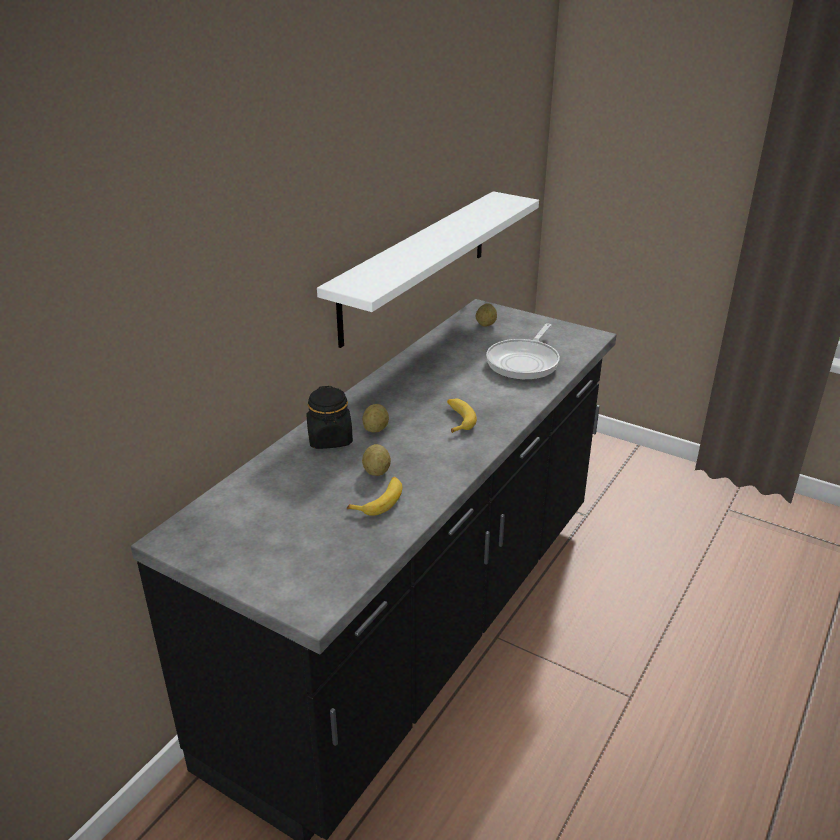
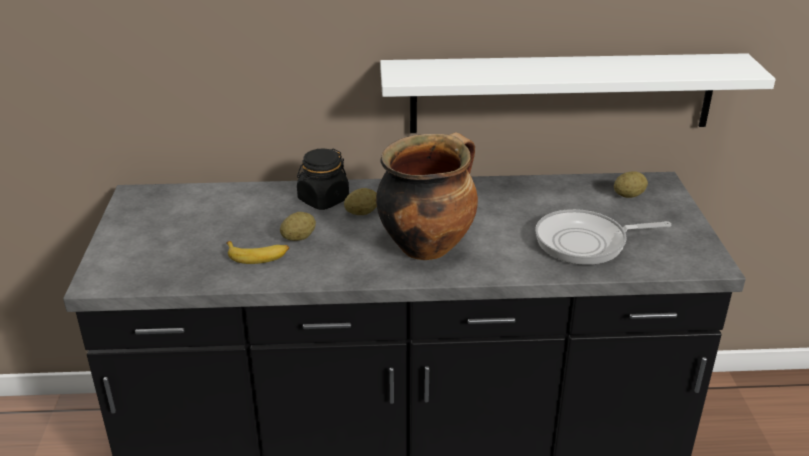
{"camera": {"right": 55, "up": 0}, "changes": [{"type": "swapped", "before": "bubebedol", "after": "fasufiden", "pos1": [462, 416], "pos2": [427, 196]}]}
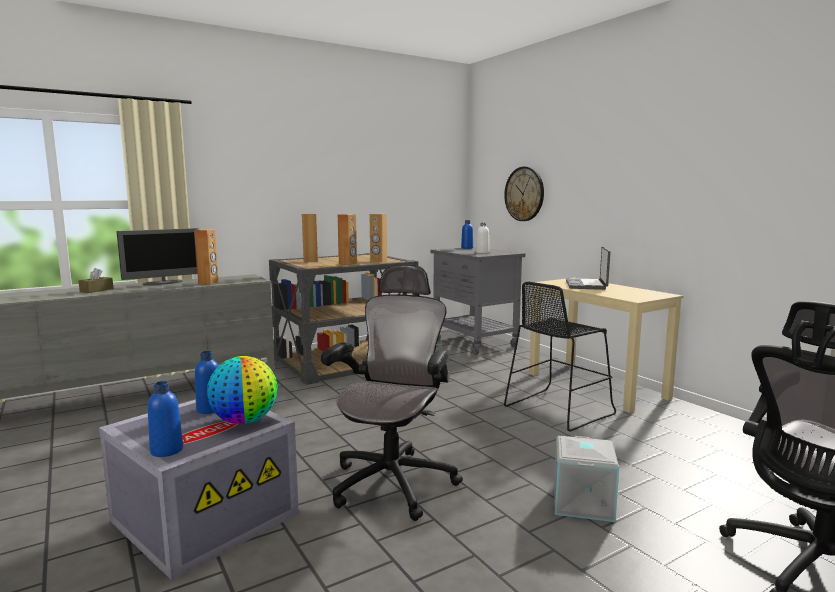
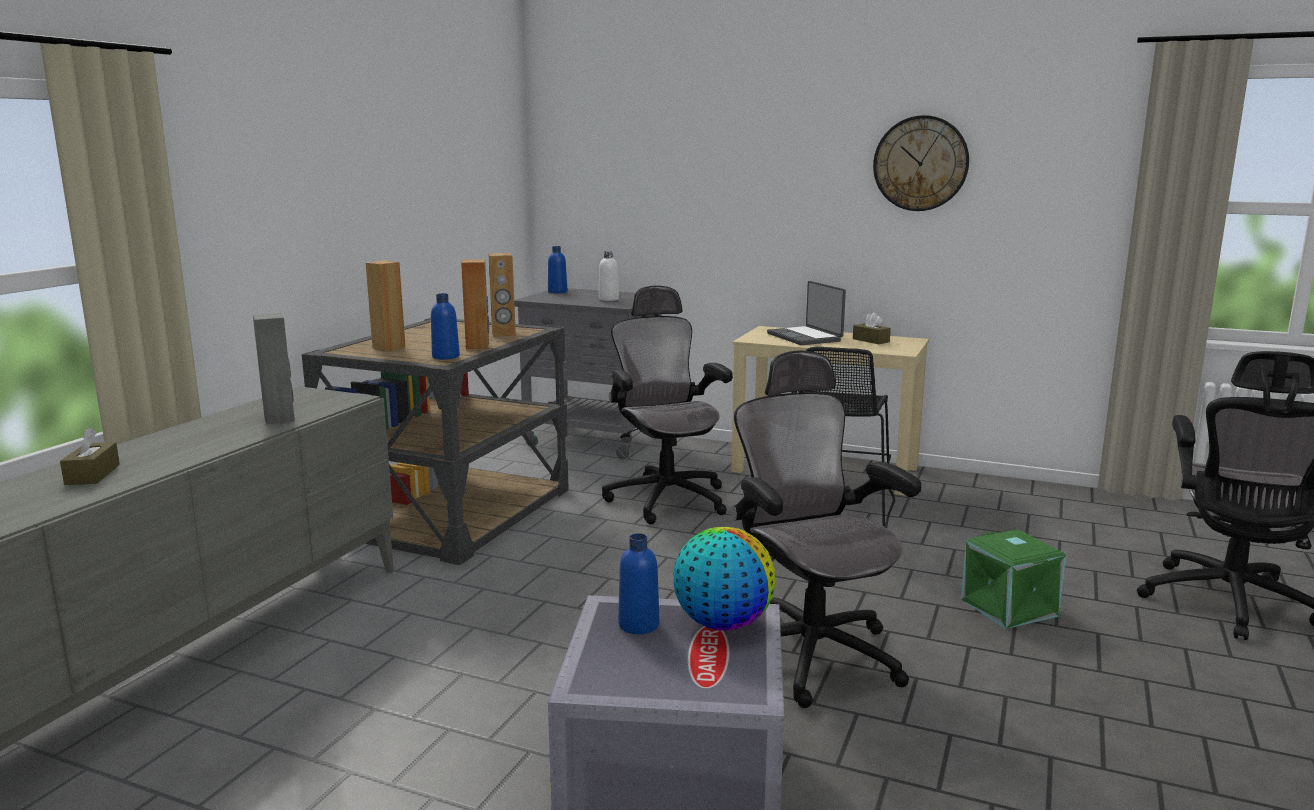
{"camera": {"right": -35, "up": 5}, "changes": [{"type": "repainted", "before": "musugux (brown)", "after": "musugux (grey)", "pos1": [206, 257], "pos2": [274, 368]}, {"type": "shifted", "before": "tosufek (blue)", "pos1": [165, 419], "pos2": [445, 326]}, {"type": "new", "after": "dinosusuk", "pos2": [667, 405]}, {"type": "new", "after": "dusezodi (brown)", "pos2": [872, 328]}, {"type": "shifted", "before": "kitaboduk", "pos1": [524, 194], "pos2": [921, 163]}, {"type": "repainted", "before": "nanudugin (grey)", "after": "nanudugin (green)", "pos1": [586, 479], "pos2": [1013, 579]}, {"type": "gone", "before": "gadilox", "pos1": [158, 256]}]}
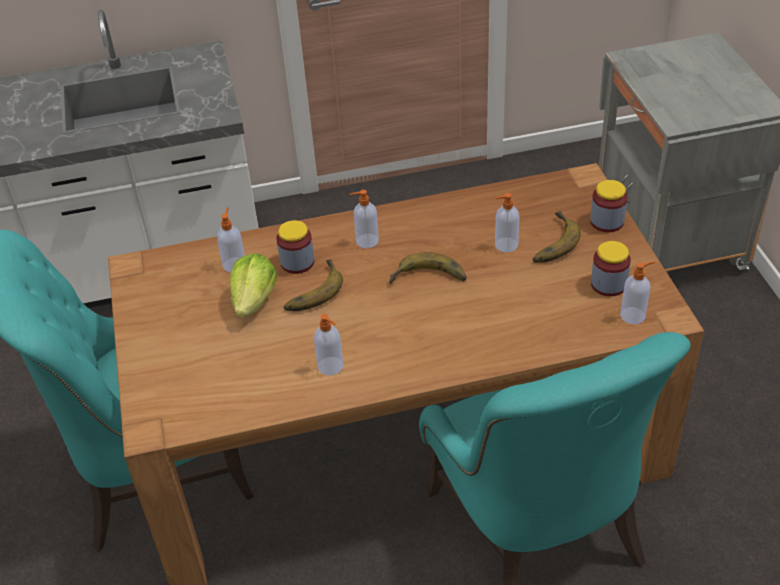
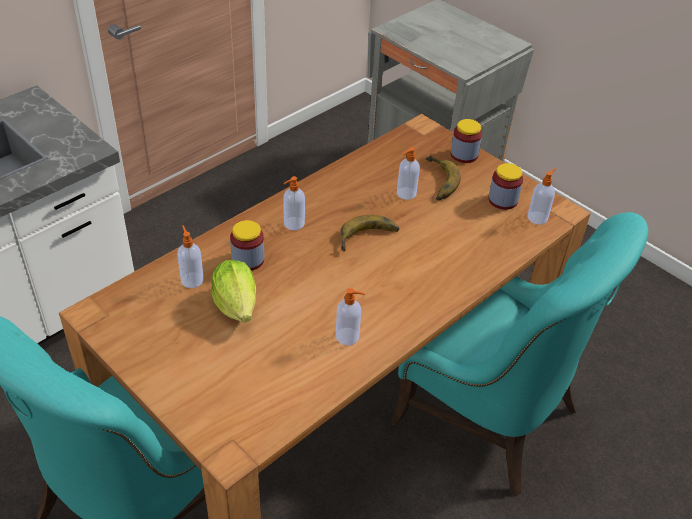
{"camera": {"right": -35, "up": 0}, "changes": [{"type": "gone", "before": "bubebedol", "pos1": [313, 285]}]}
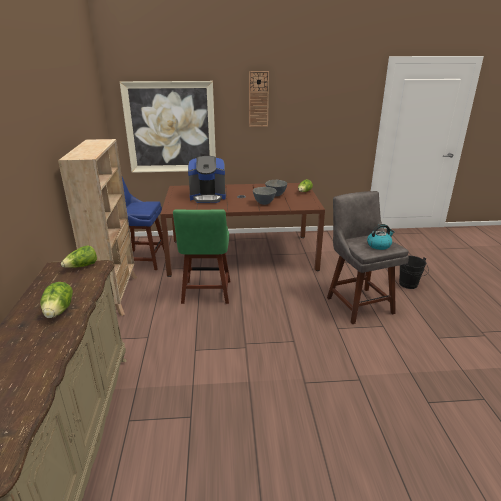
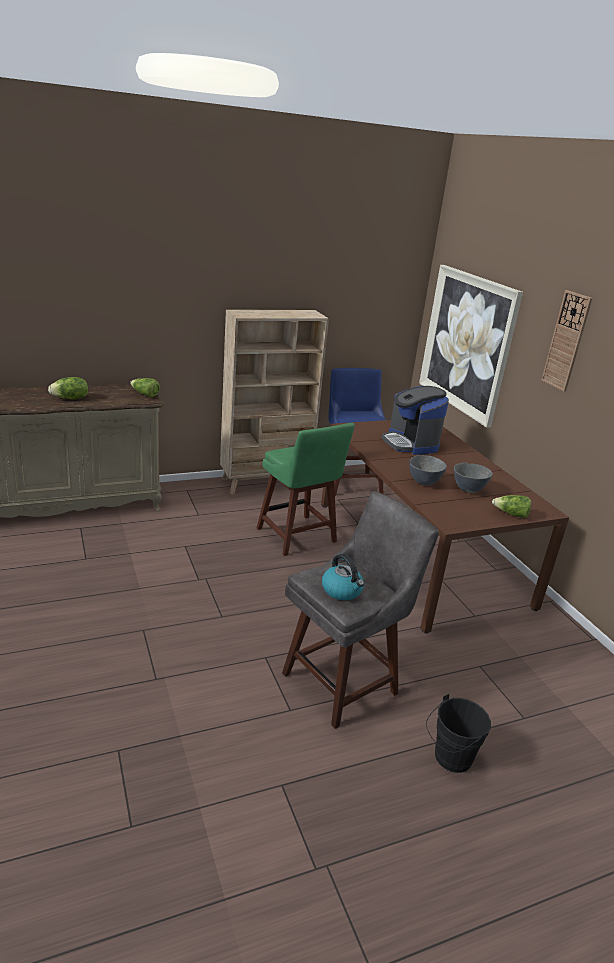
{"camera": {"right": 70, "up": 0}, "changes": [{"type": "rotated", "before": "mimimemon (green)", "pos1": [201, 256], "pos2": [305, 489], "turn": -105}]}
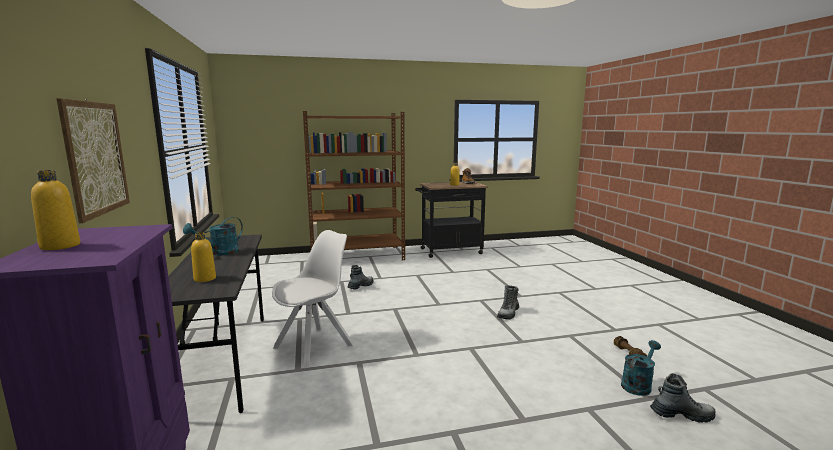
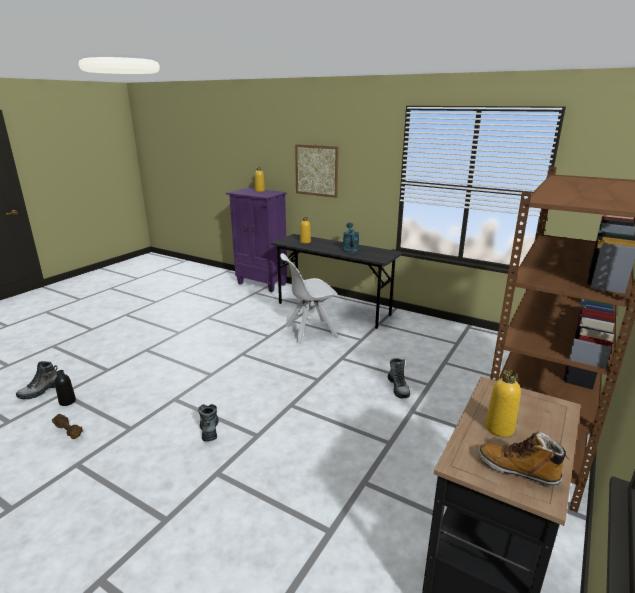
{"camera": {"right": 135, "up": 10}, "changes": [{"type": "swapped", "before": "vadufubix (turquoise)", "after": "tosufek (black)", "pos1": [641, 368], "pos2": [65, 388]}, {"type": "rotated", "before": "mimimemon (white)", "pos1": [313, 299], "pos2": [309, 298], "turn": 75}]}
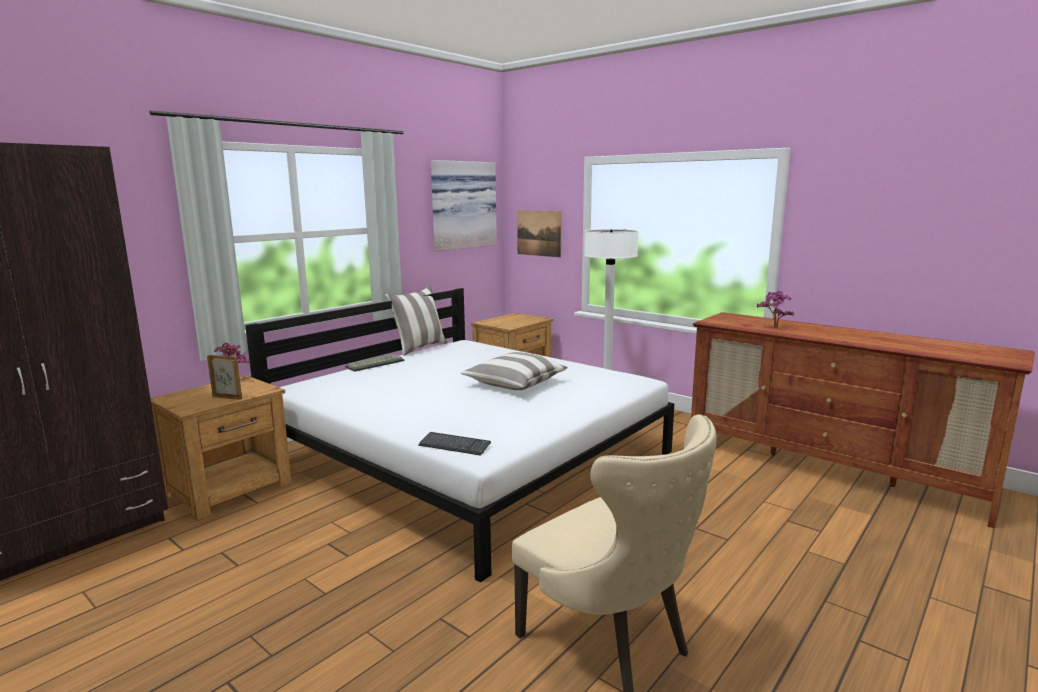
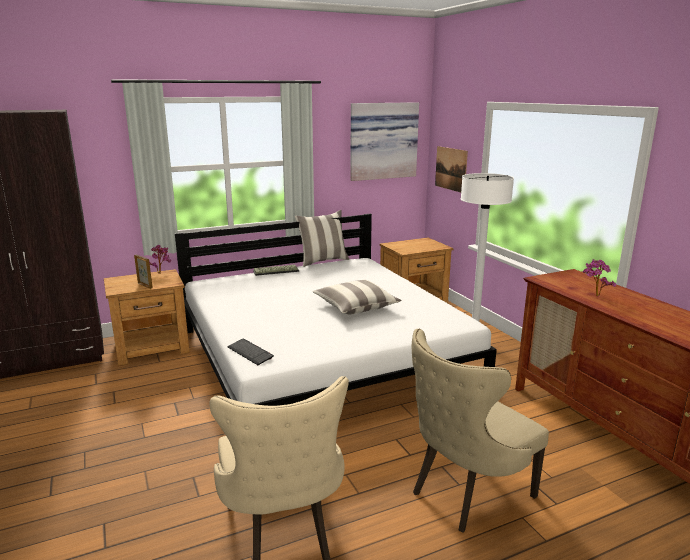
{"camera": {"right": 25, "up": 5}, "changes": [{"type": "new", "after": "mimimemon (beige)", "pos2": [480, 430]}]}
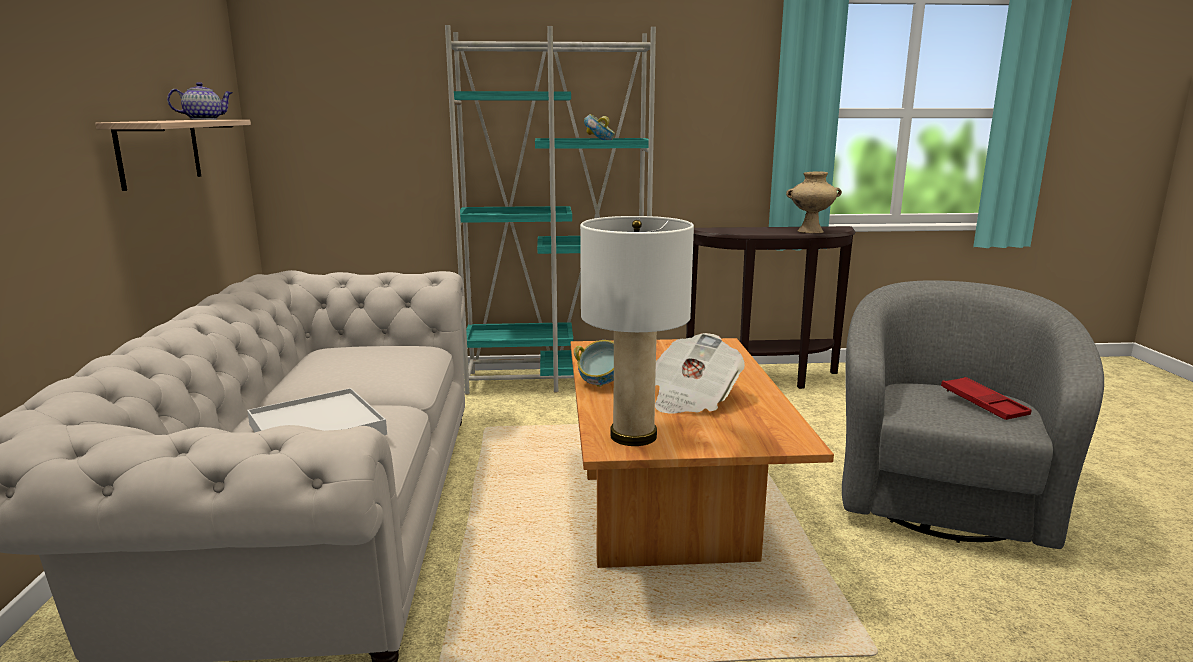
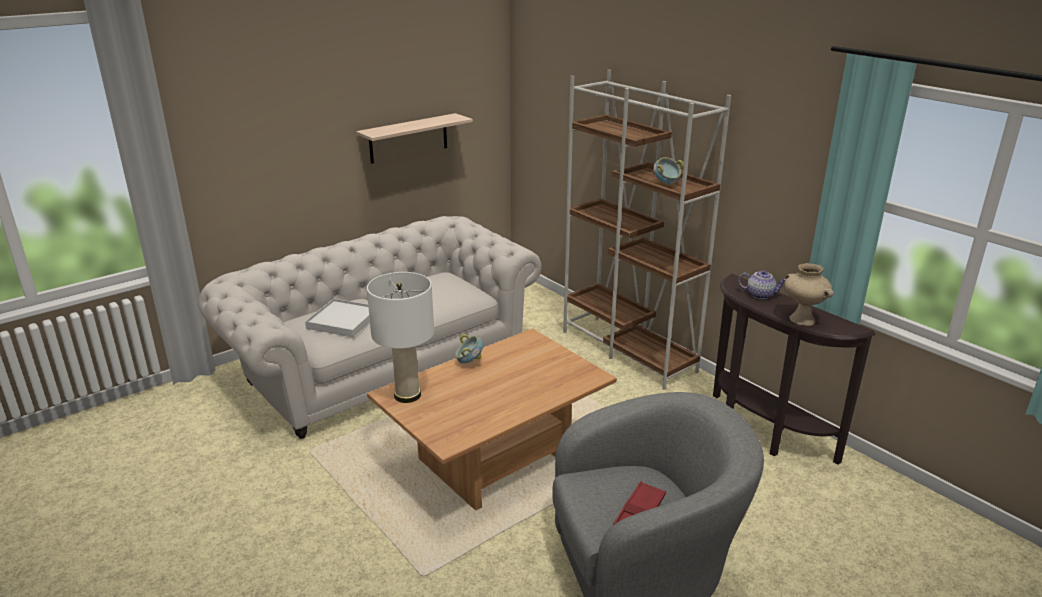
{"camera": {"right": 55, "up": 10}, "changes": [{"type": "repainted", "before": "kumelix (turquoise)", "after": "kumelix (brown)", "pos1": [550, 210], "pos2": [647, 230]}, {"type": "shifted", "before": "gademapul", "pos1": [199, 101], "pos2": [762, 284]}, {"type": "gone", "before": "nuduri", "pos1": [700, 373]}]}
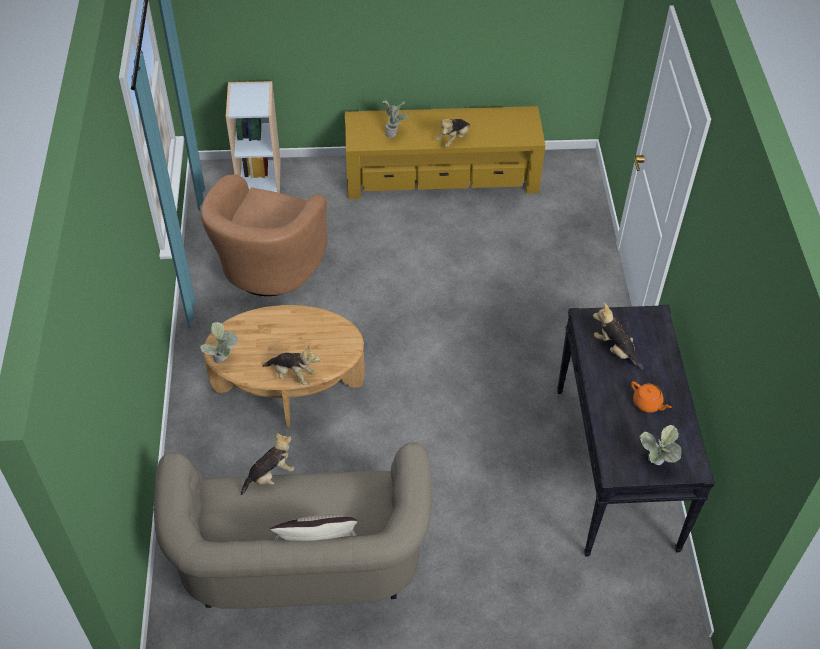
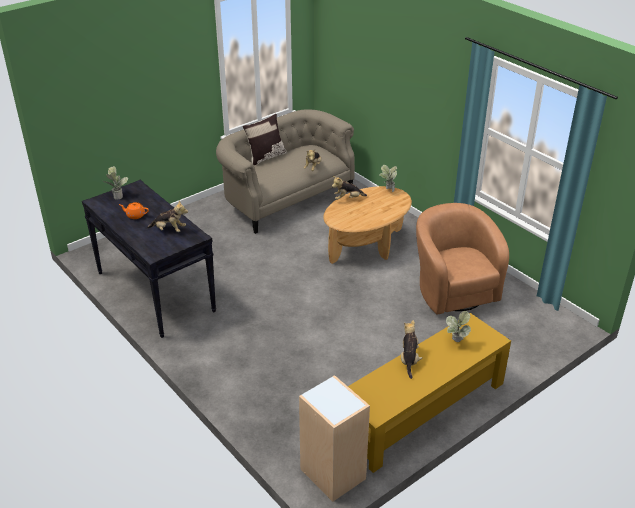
{"camera": {"right": 145, "up": -15}, "changes": [{"type": "shifted", "before": "kumelix", "pos1": [253, 137], "pos2": [334, 438]}]}
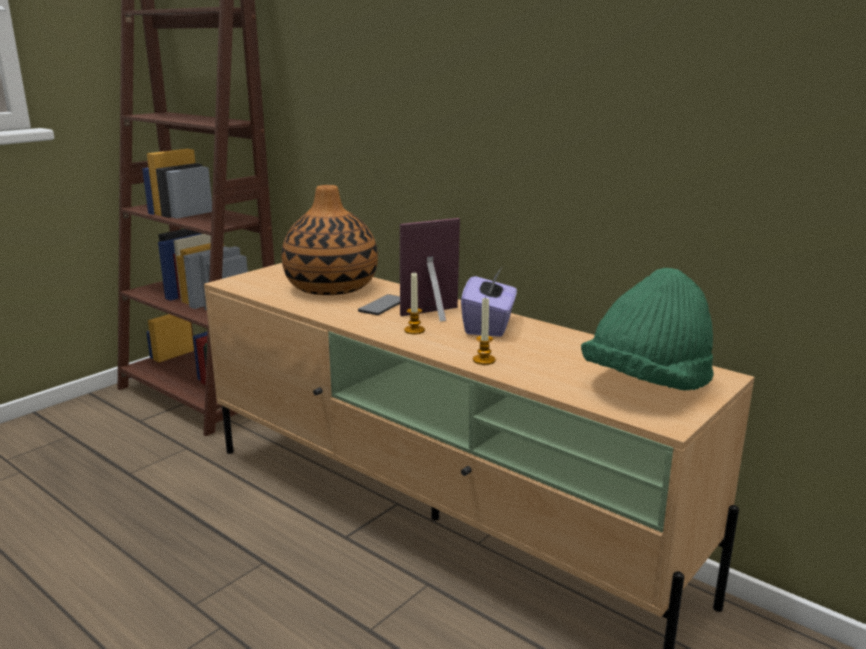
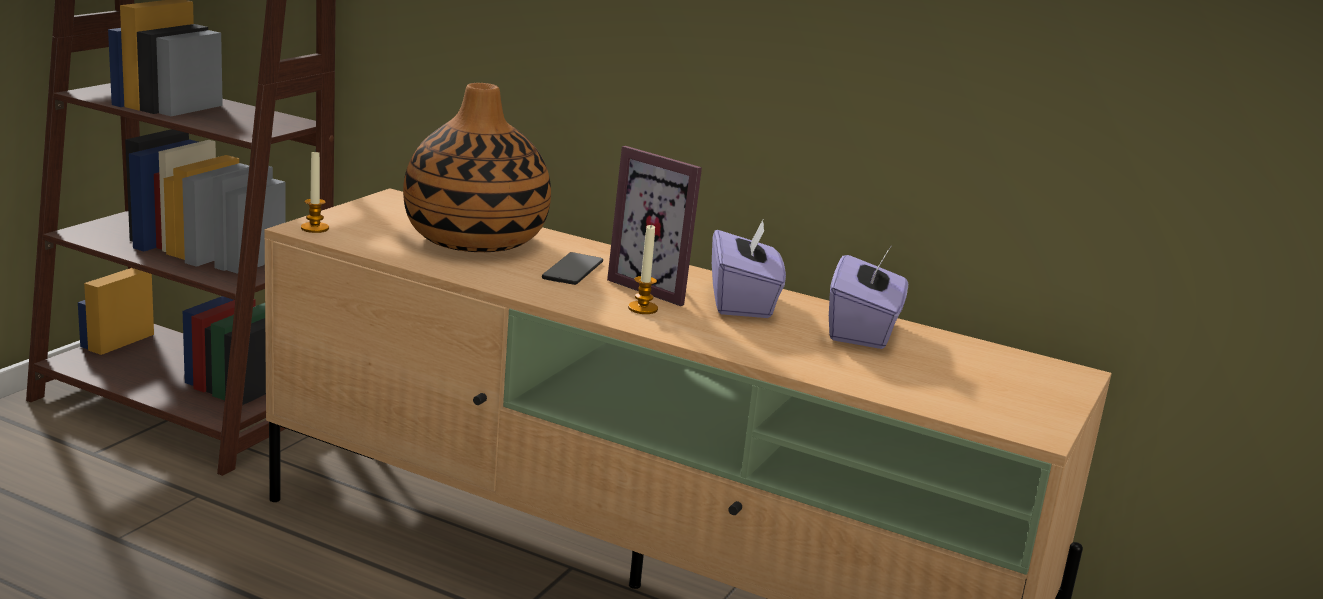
{"camera": {"right": -15, "up": 0}, "changes": [{"type": "shifted", "before": "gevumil", "pos1": [484, 330], "pos2": [315, 191]}, {"type": "rotated", "before": "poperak", "pos1": [430, 270], "pos2": [654, 226], "turn": -105}, {"type": "new", "after": "dusezodi (purple)", "pos2": [868, 298]}, {"type": "gone", "before": "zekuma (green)", "pos1": [647, 329]}]}
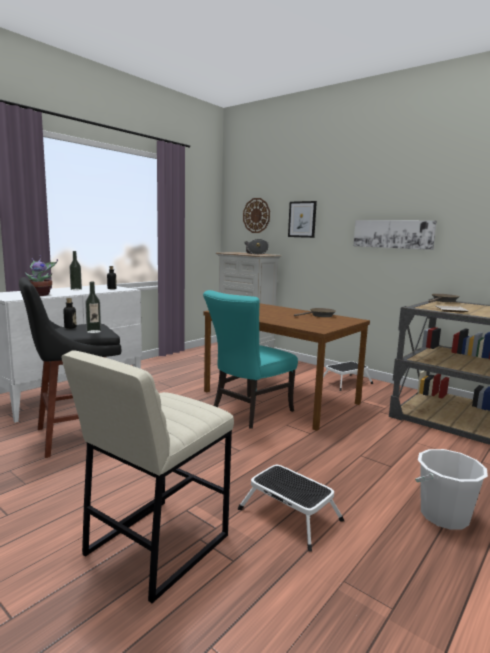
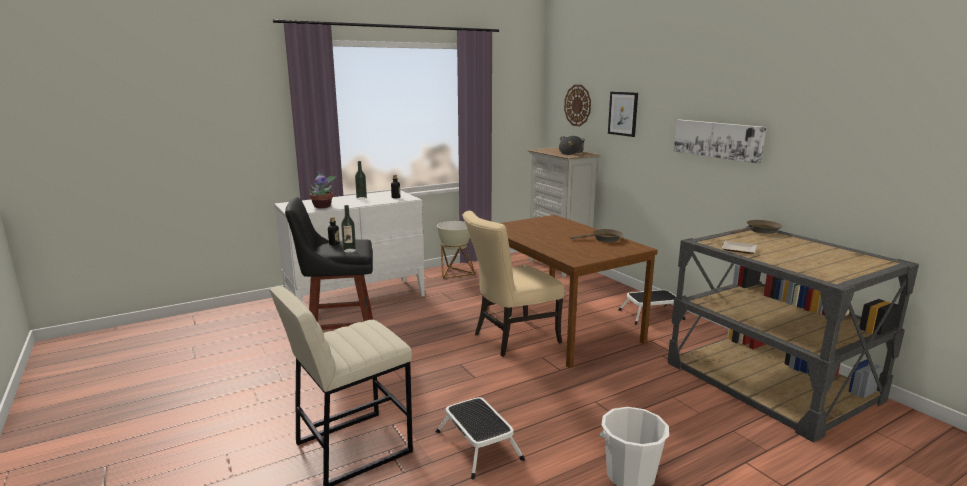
{"camera": {"right": 20, "up": 5}, "changes": [{"type": "new", "after": "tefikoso", "pos2": [456, 249]}, {"type": "repainted", "before": "mimimemon (turquoise)", "after": "mimimemon (beige)", "pos1": [250, 359], "pos2": [513, 284]}]}
